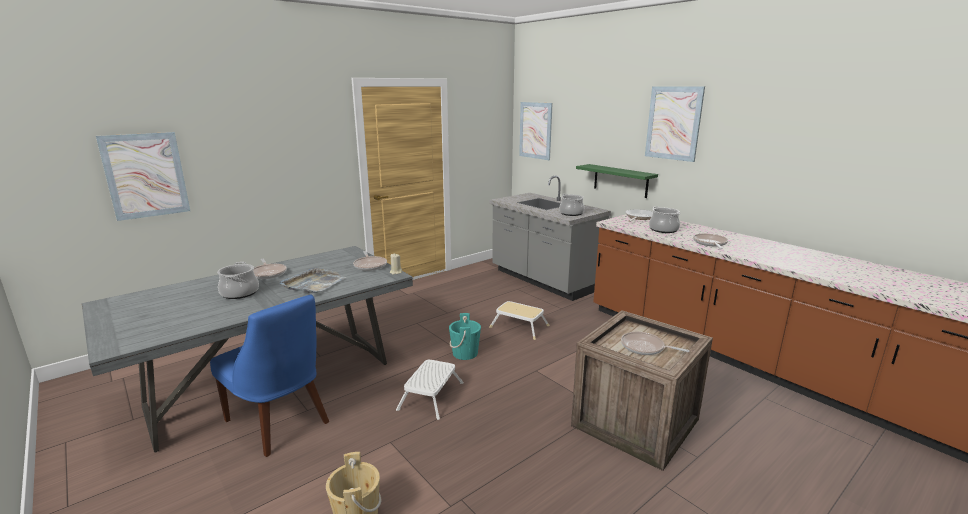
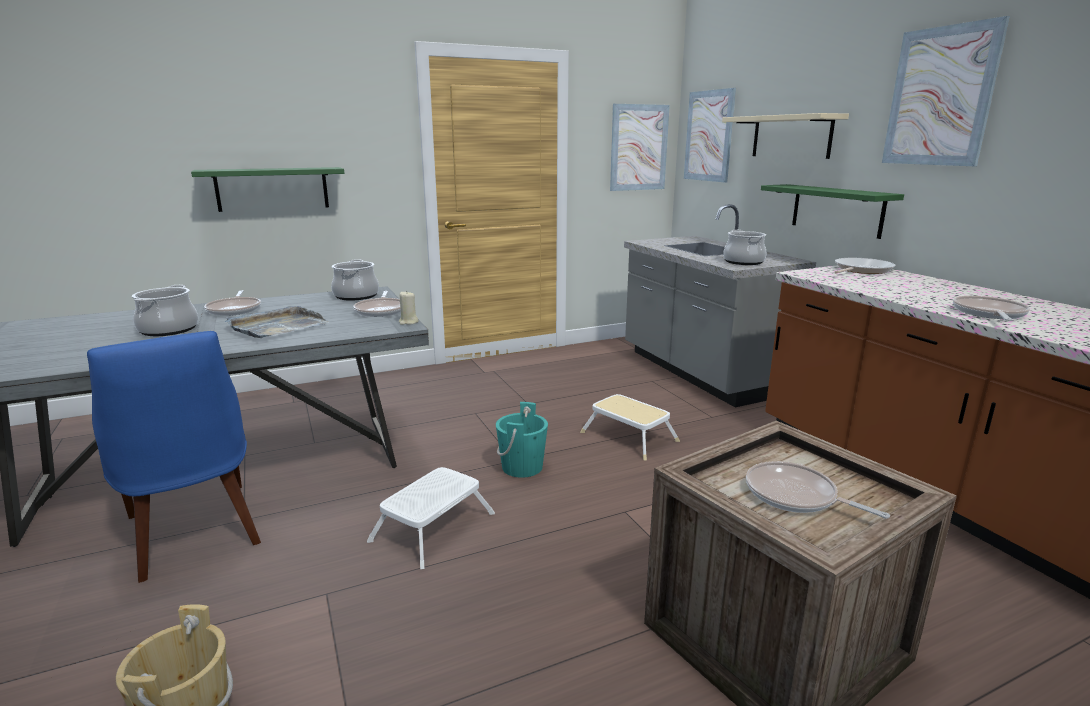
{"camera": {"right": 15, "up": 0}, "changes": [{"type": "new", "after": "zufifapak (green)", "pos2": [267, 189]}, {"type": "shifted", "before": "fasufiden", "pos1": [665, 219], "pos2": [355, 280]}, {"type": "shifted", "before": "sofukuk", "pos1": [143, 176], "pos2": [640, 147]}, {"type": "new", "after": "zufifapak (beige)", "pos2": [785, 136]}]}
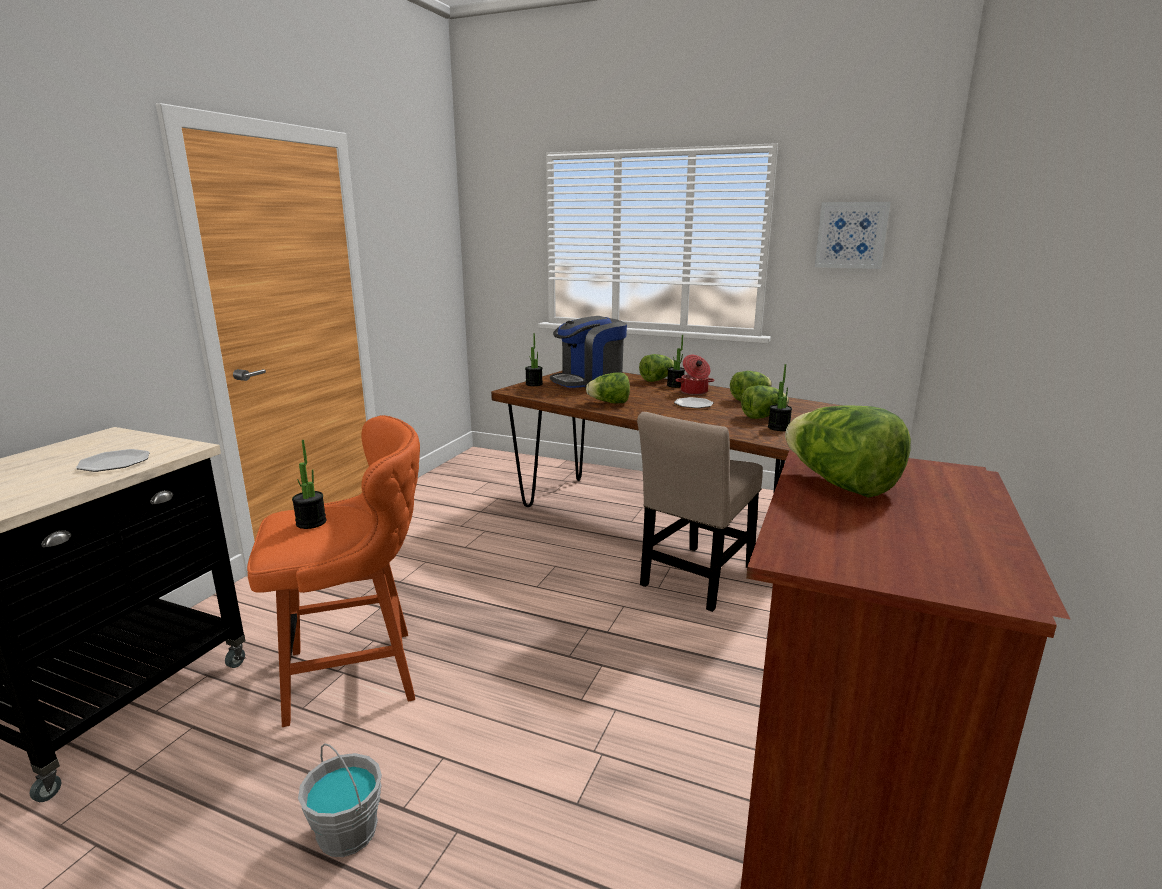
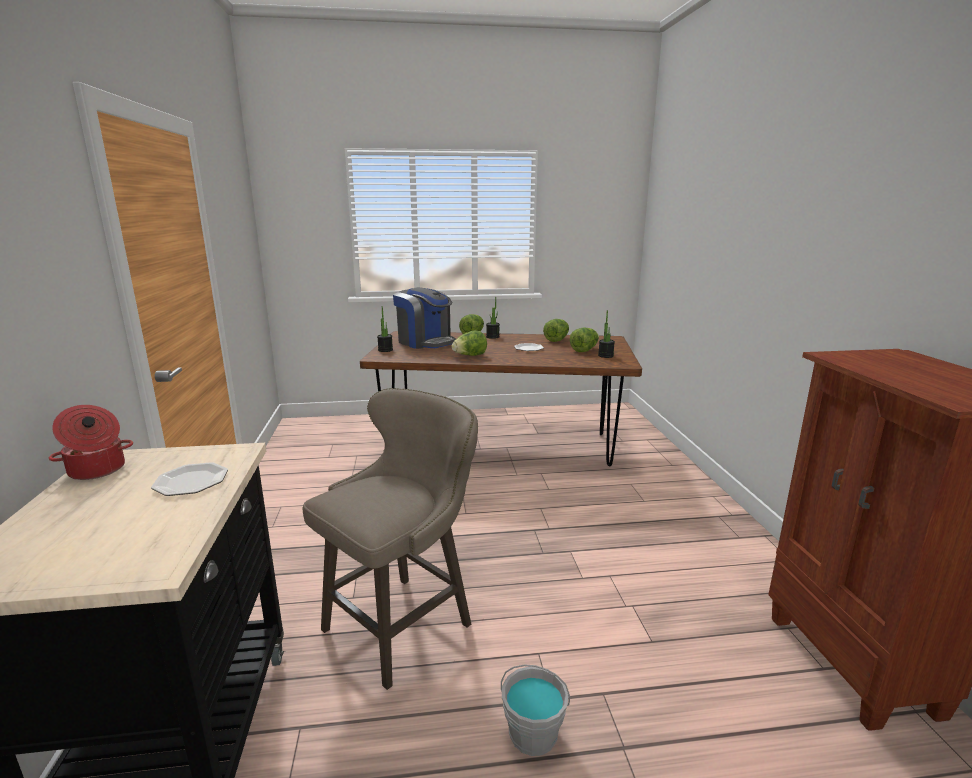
{"camera": {"right": -30, "up": 0}, "changes": [{"type": "shifted", "before": "fasufiden", "pos1": [695, 375], "pos2": [91, 442]}, {"type": "repainted", "before": "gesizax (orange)", "after": "gesizax (beige)", "pos1": [333, 571], "pos2": [390, 539]}, {"type": "rotated", "before": "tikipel", "pos1": [588, 352], "pos2": [424, 318], "turn": -75}, {"type": "gone", "before": "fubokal", "pos1": [309, 484]}, {"type": "gone", "before": "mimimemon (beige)", "pos1": [700, 512]}, {"type": "gone", "before": "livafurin", "pos1": [848, 451]}, {"type": "gone", "before": "sofukuk", "pos1": [853, 235]}]}
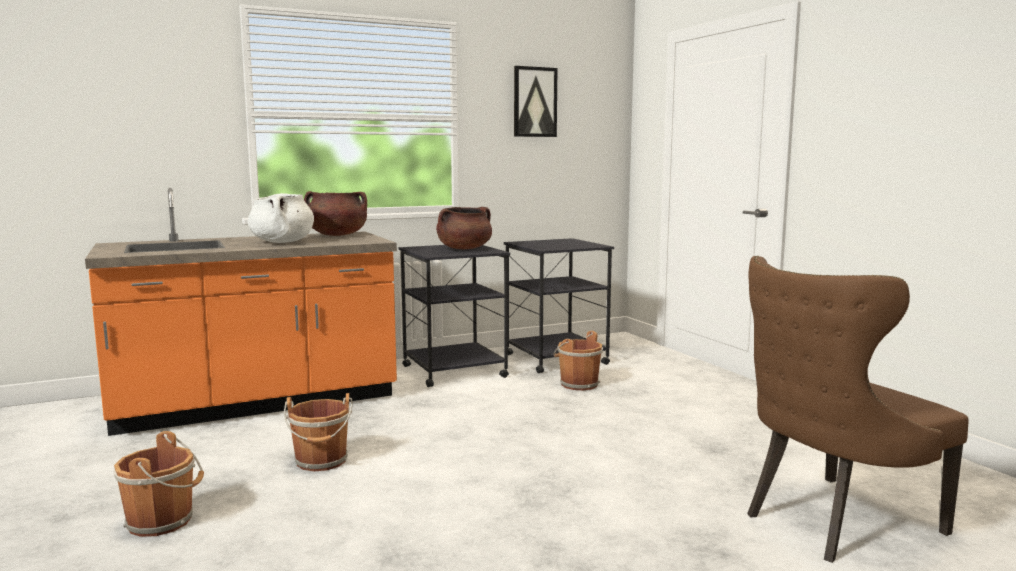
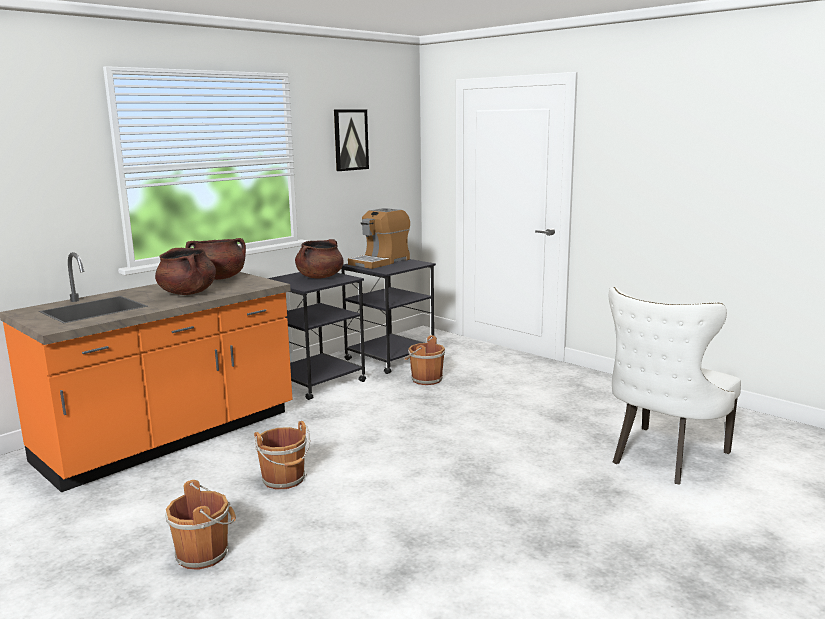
{"camera": {"right": -20, "up": 5}, "changes": [{"type": "repainted", "before": "fasufiden (white)", "after": "fasufiden (brown)", "pos1": [281, 218], "pos2": [185, 271]}, {"type": "new", "after": "tikipel", "pos2": [379, 238]}, {"type": "repainted", "before": "mimimemon (brown)", "after": "mimimemon (white)", "pos1": [857, 409], "pos2": [675, 386]}]}
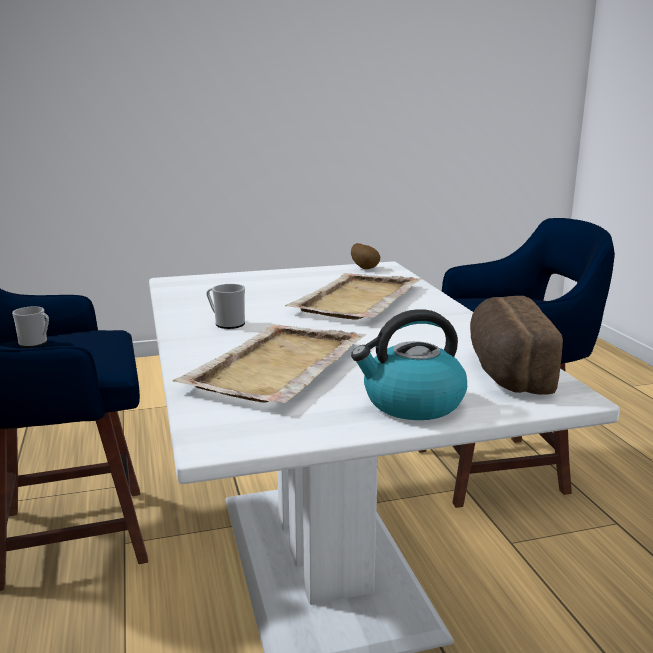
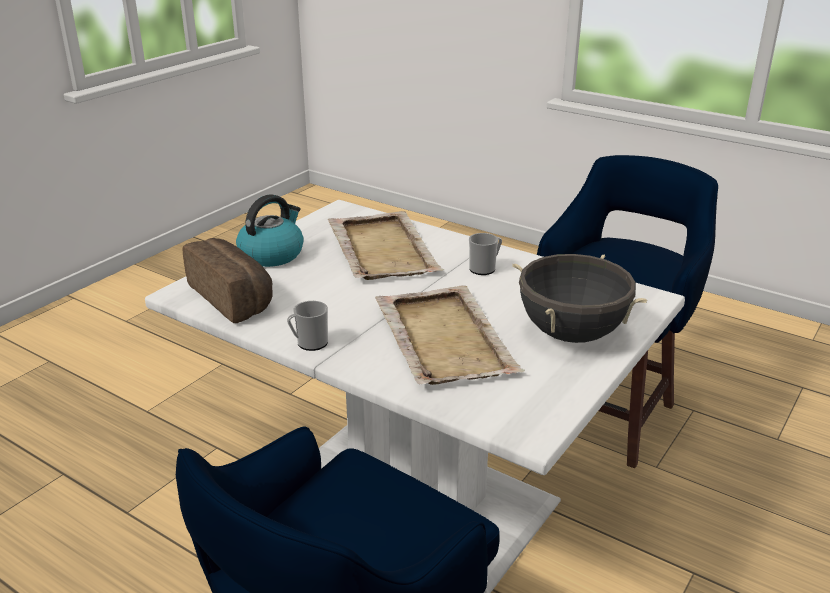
{"camera": {"right": 140, "up": 10}, "changes": [{"type": "shifted", "before": "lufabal", "pos1": [30, 327], "pos2": [307, 326]}, {"type": "new", "after": "fasufiden (black)", "pos2": [579, 298]}, {"type": "gone", "before": "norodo", "pos1": [365, 256]}]}
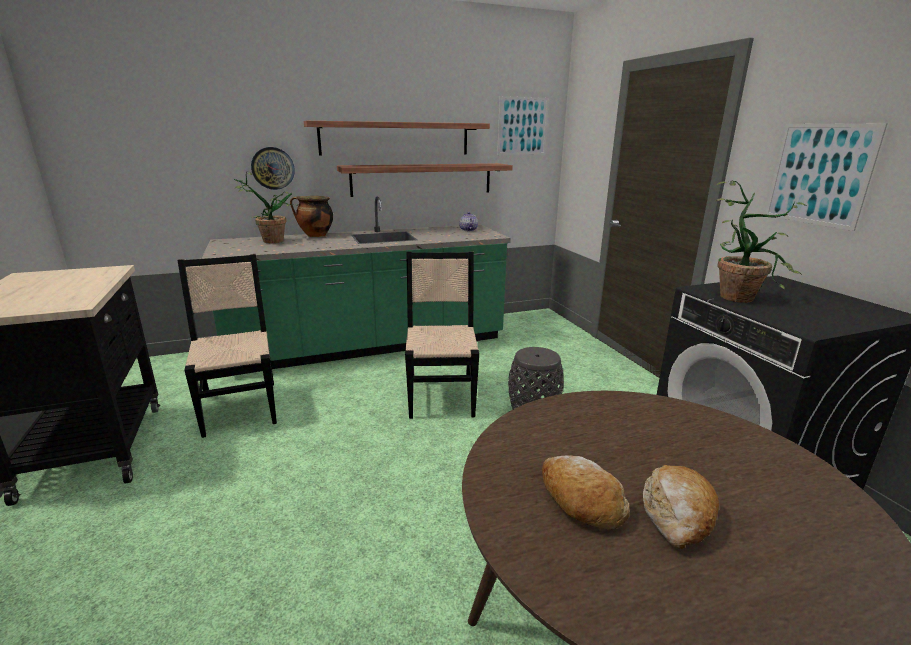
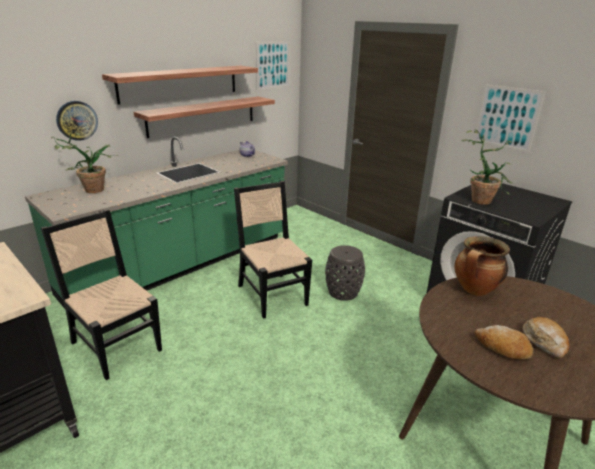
{"camera": {"right": -25, "up": 5}, "changes": [{"type": "shifted", "before": "fasufiden", "pos1": [311, 216], "pos2": [482, 266]}]}
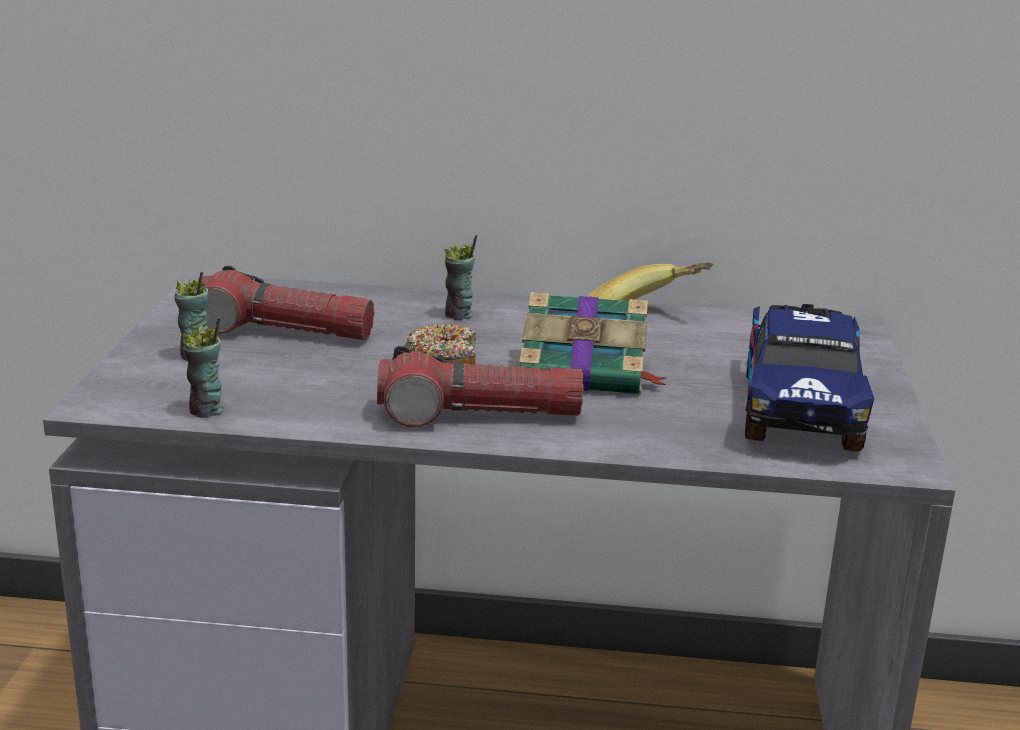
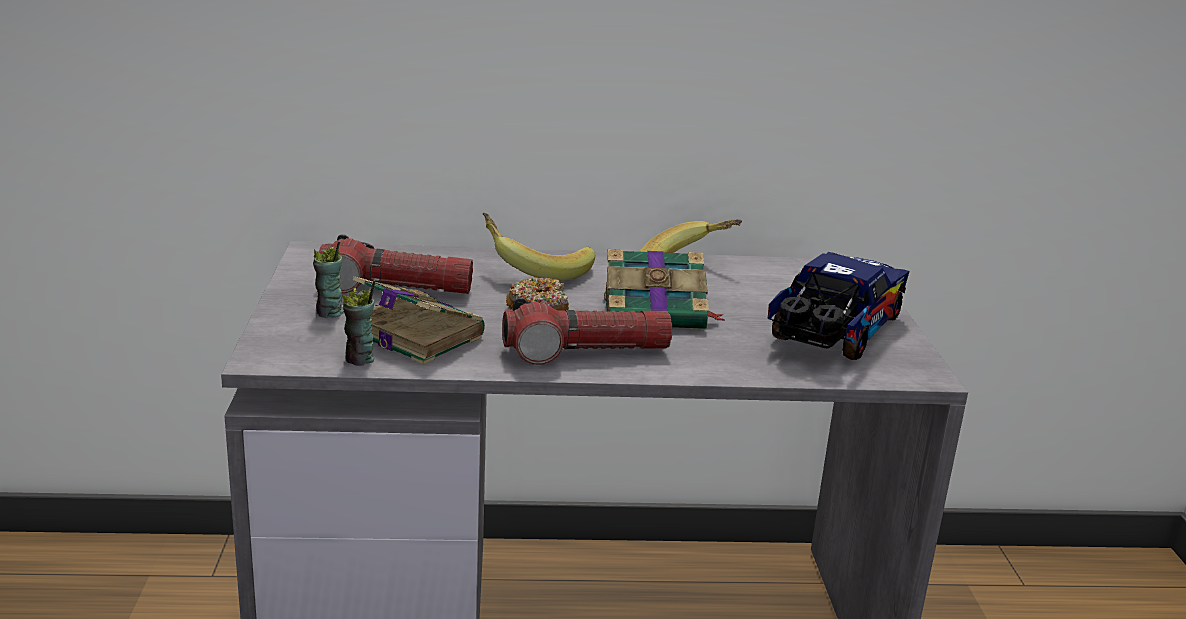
{"camera": {"right": -10, "up": 0}, "changes": [{"type": "new", "after": "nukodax", "pos2": [419, 320]}, {"type": "swapped", "before": "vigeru", "after": "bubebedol", "pos1": [460, 277], "pos2": [539, 247]}, {"type": "rotated", "before": "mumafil", "pos1": [809, 378], "pos2": [838, 306], "turn": -150}]}
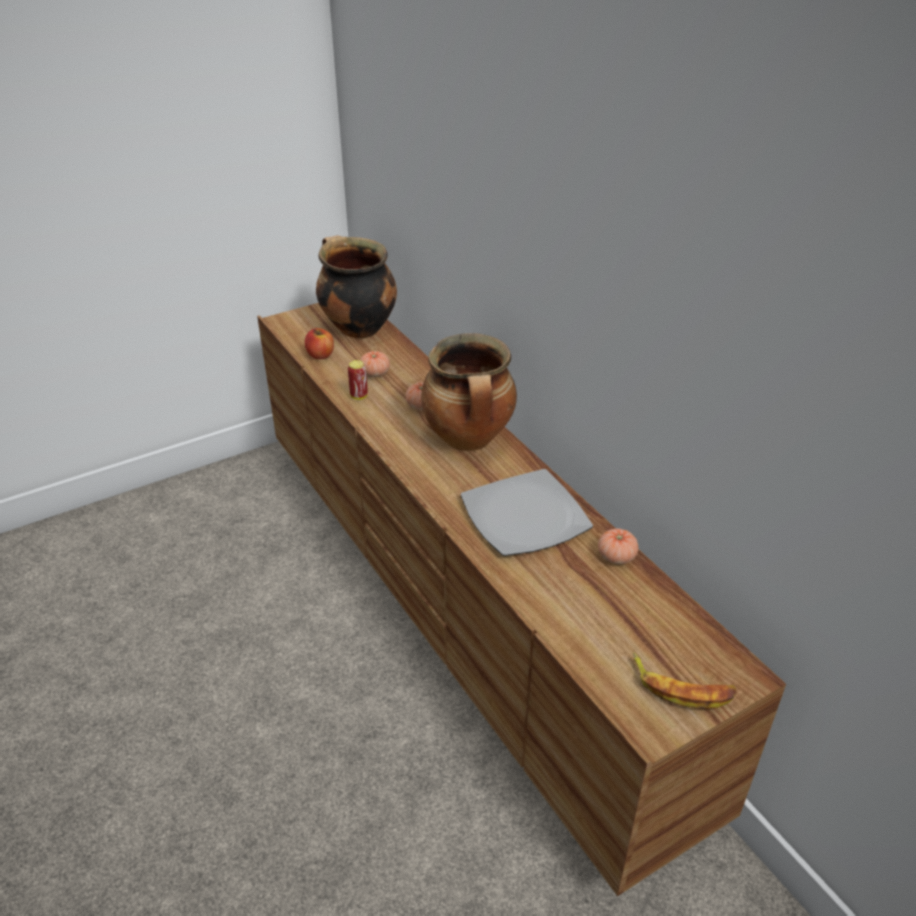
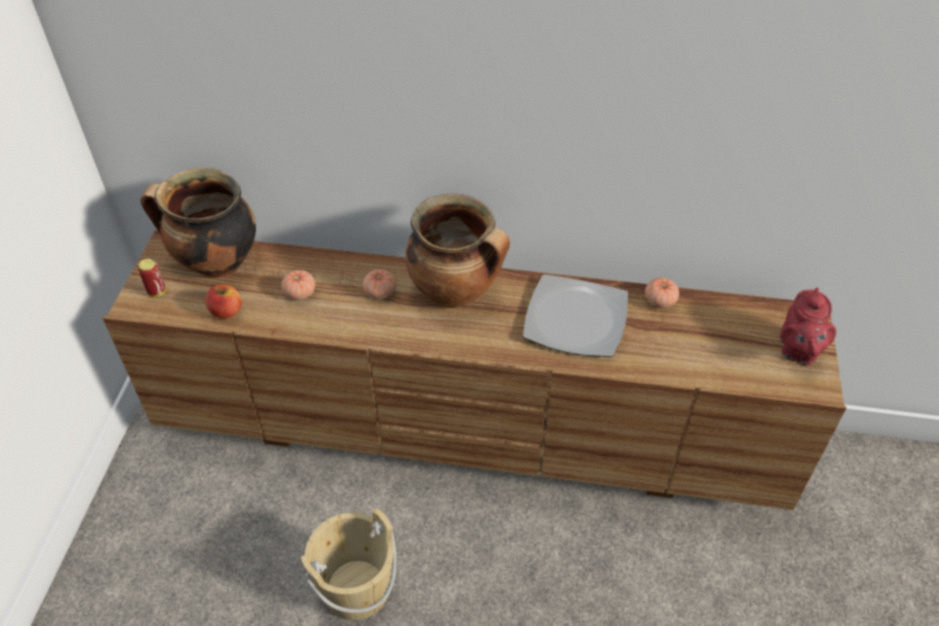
{"camera": {"right": -50, "up": 10}, "changes": [{"type": "shifted", "before": "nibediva", "pos1": [358, 380], "pos2": [152, 278]}, {"type": "new", "after": "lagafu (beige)", "pos2": [348, 564]}, {"type": "swapped", "before": "bubebedol", "after": "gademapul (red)", "pos1": [684, 681], "pos2": [808, 326]}]}
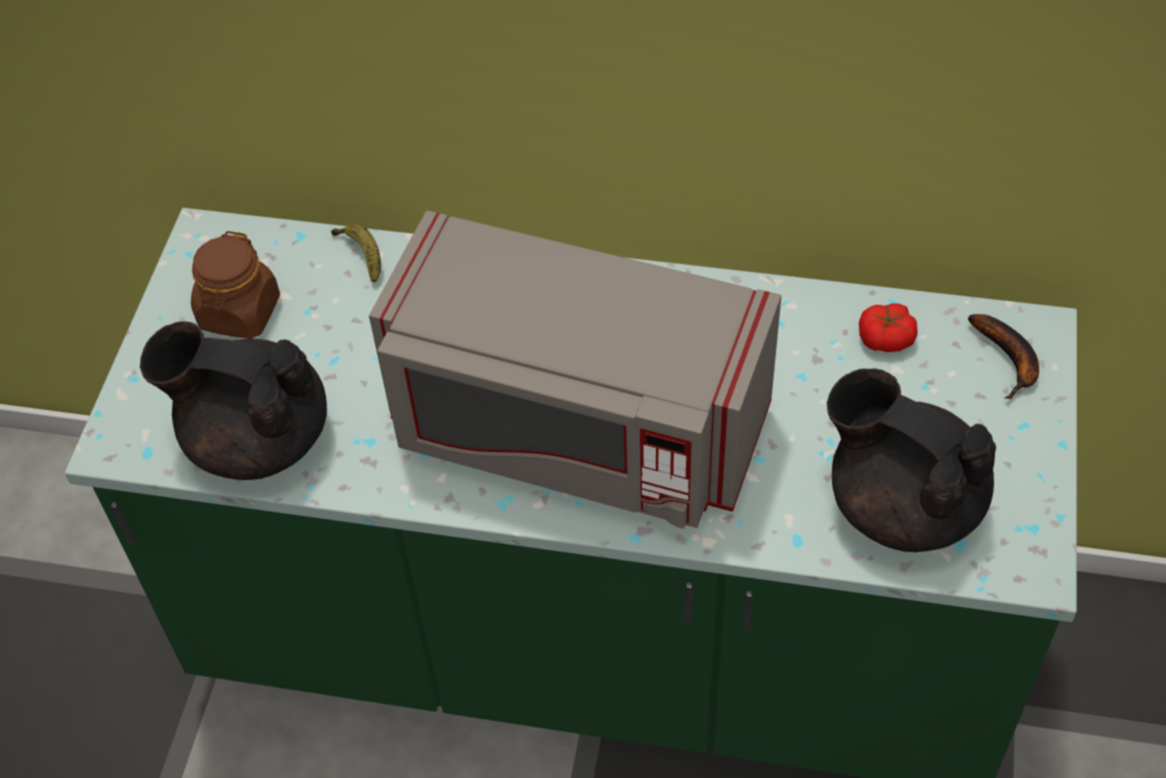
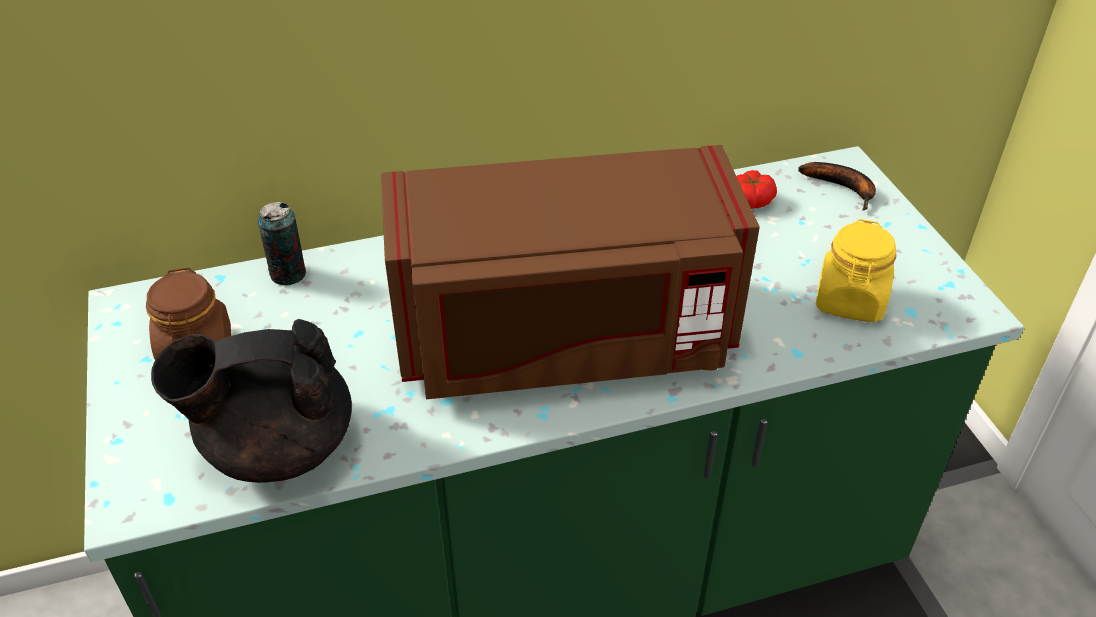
{"camera": {"right": -30, "up": -10}, "changes": [{"type": "swapped", "before": "bubebedol", "after": "nibediva", "pos1": [356, 253], "pos2": [282, 243]}, {"type": "repainted", "before": "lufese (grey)", "after": "lufese (brown)", "pos1": [575, 369], "pos2": [570, 272]}, {"type": "swapped", "before": "gademapul (black)", "after": "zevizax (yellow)", "pos1": [911, 460], "pos2": [856, 270]}]}
